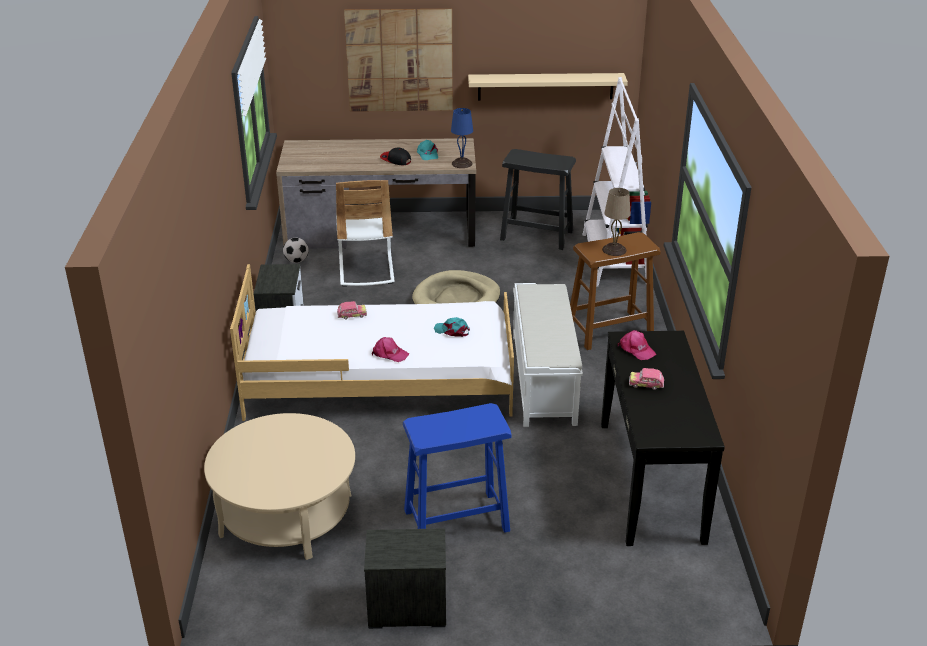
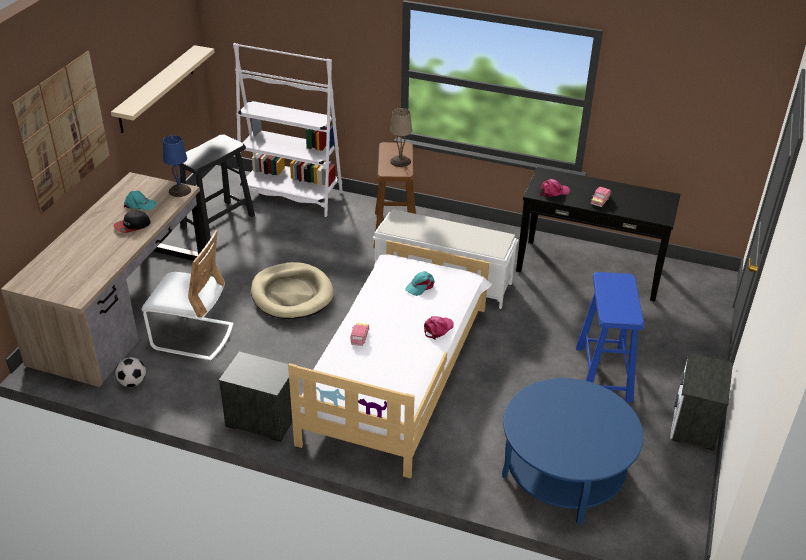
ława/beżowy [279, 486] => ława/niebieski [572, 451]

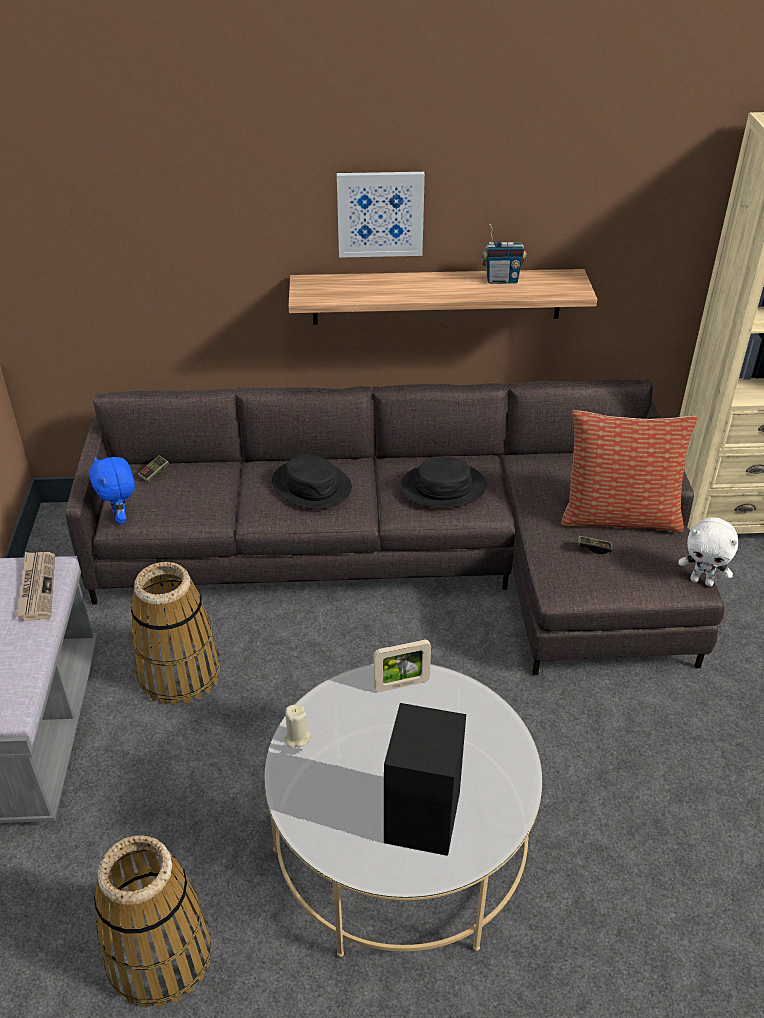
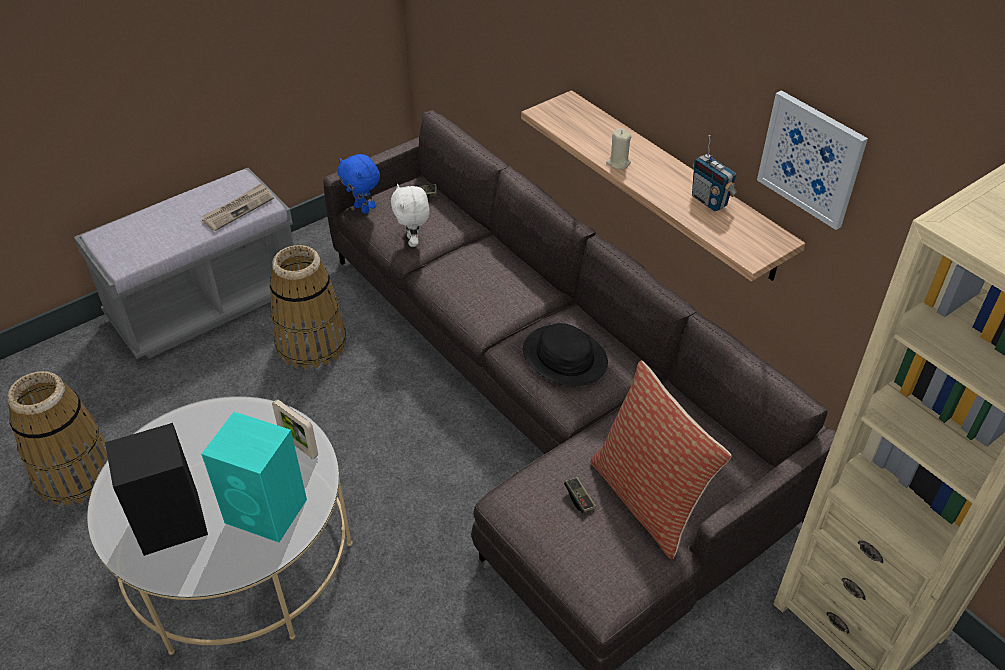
pluszak/niebieski [112, 490] => pluszak/niebieski [358, 184], 75 degrees counterclockwise
kapelusz/czarny [312, 481] => nothing
świeca/beżowy [297, 726] => świeca/beżowy [619, 148], relocated
obraz [381, 215] => obraz [812, 160], relocated
pluszak/biały [708, 551] => pluszak/biały [410, 215], relocated
nothing => głośnik/turkusowy [254, 477]

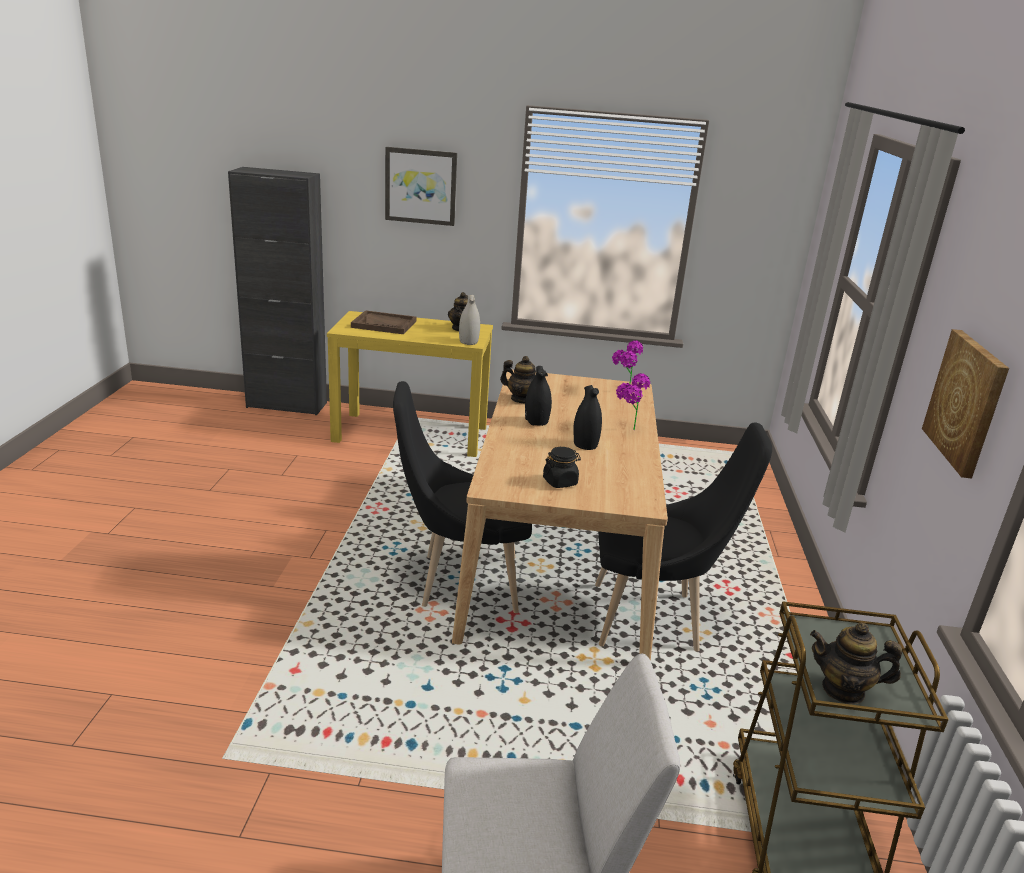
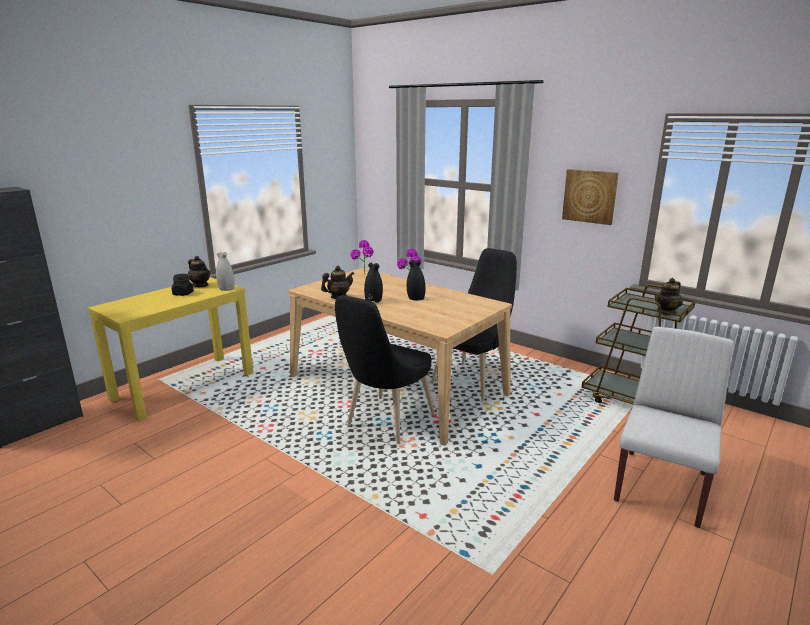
taca/brązowy [383, 322] => nothing
obraz [421, 186] => nothing
słoik/czarny [562, 467] => słoik/czarny [183, 285], relocated

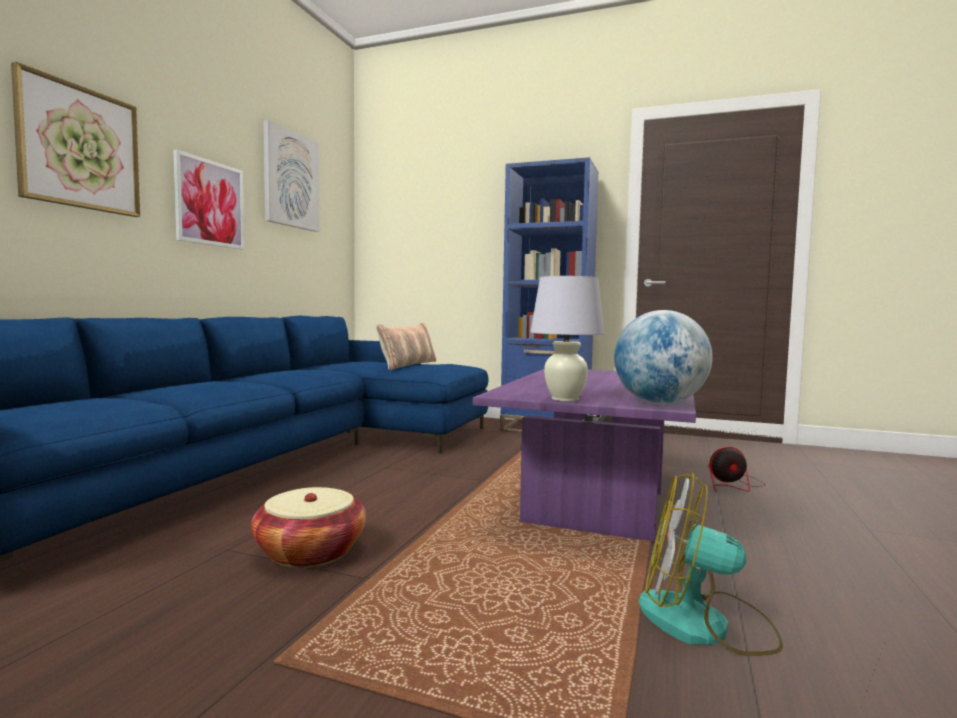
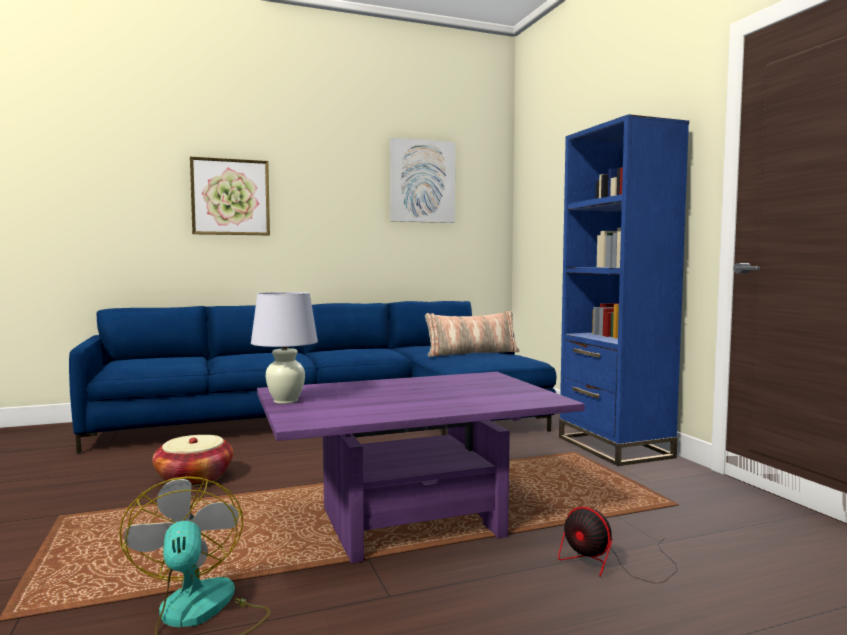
obraz [208, 199] => nothing
globus [663, 357] => nothing

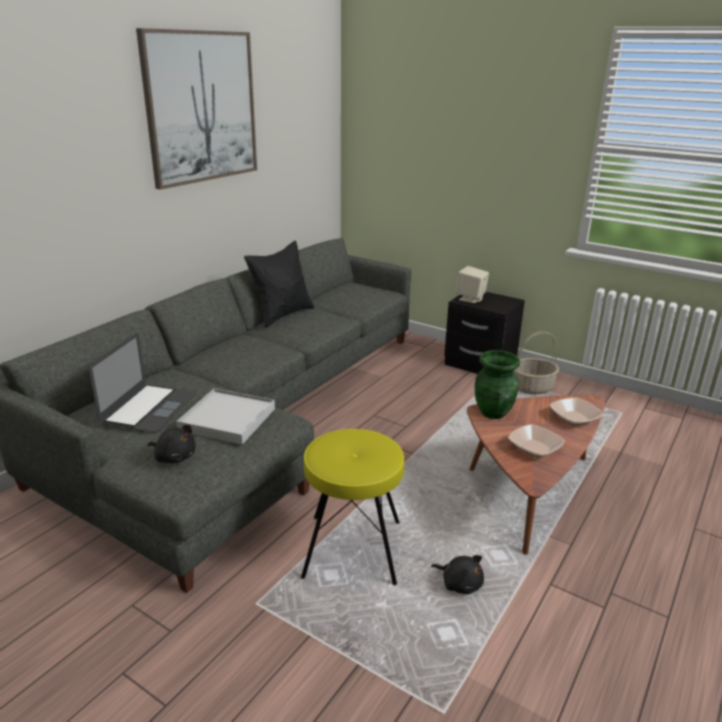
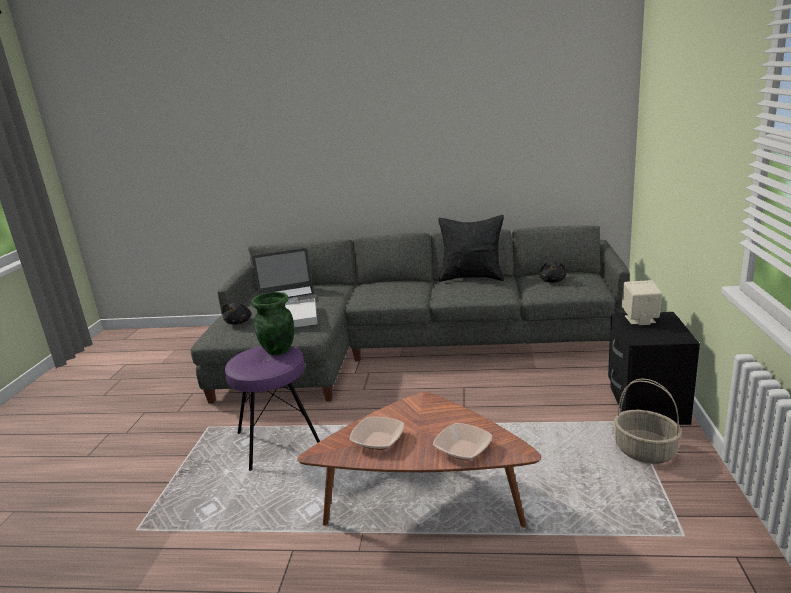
obraz [196, 109] => nothing
stołek/żółty [353, 507] => stołek/fioletowy [272, 408]
pluszak/czarny [457, 574] => pluszak/czarny [553, 272], relocated
wazon/zielony [497, 384] => wazon/zielony [272, 323], relocated

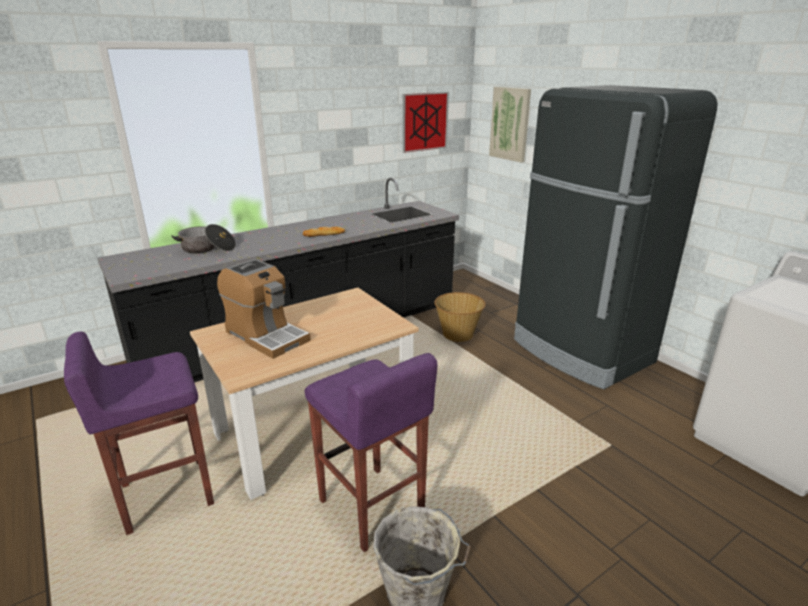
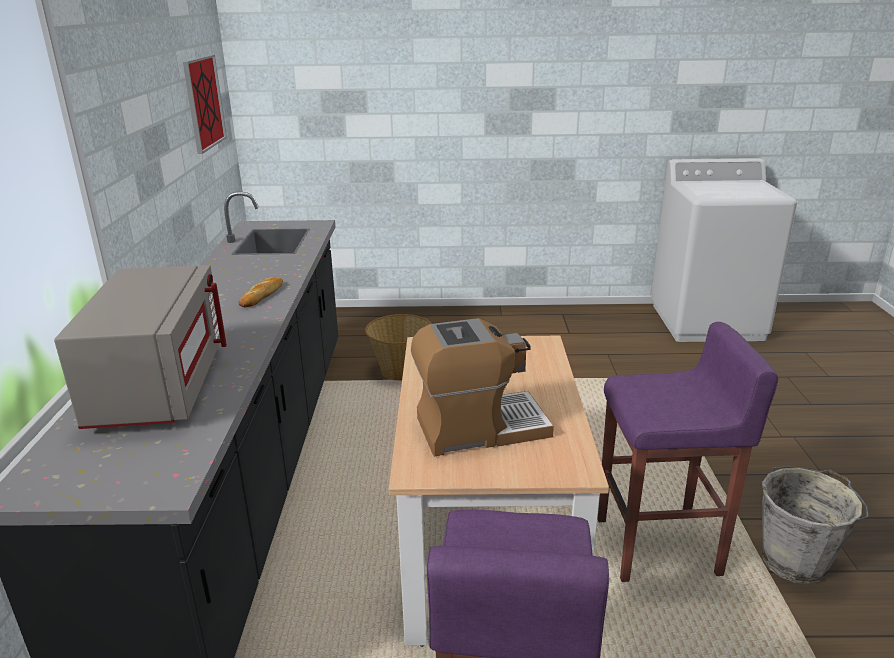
garnek [203, 239] => mikrofalówka/szary [140, 347]
obraz [510, 124] => nothing
lodówka/czarny [616, 237] => nothing

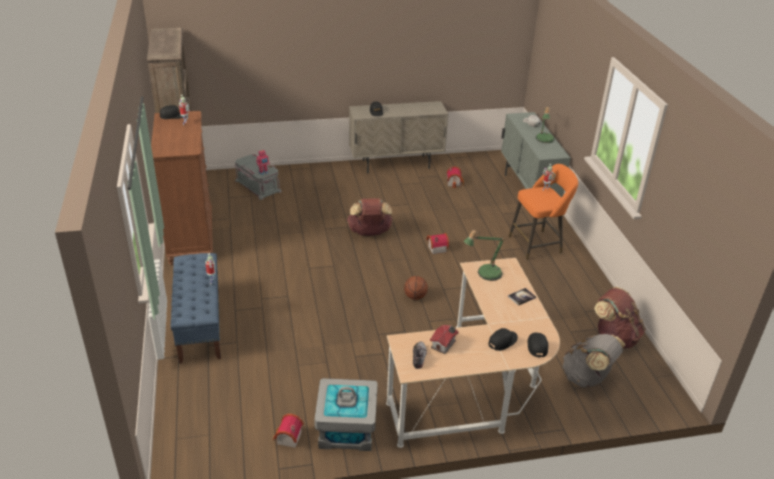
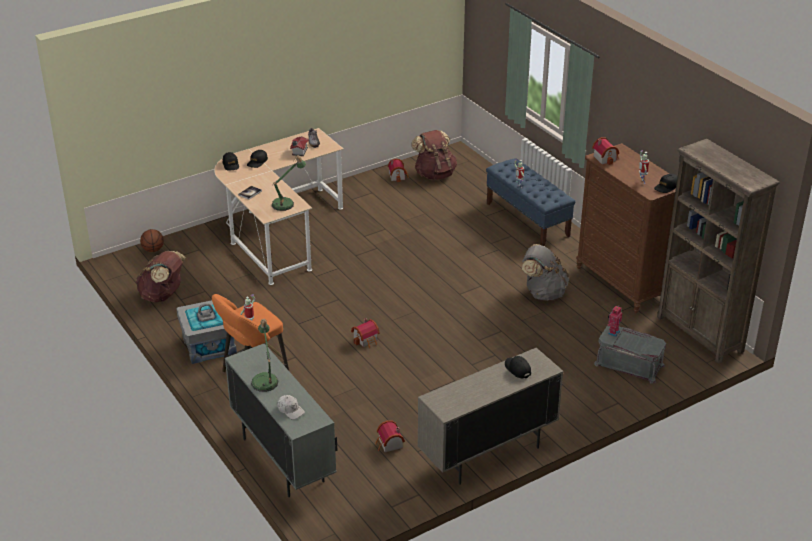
pojemnik do przechowywania/szary [346, 414] => pojemnik do przechowywania/szary [206, 332], relocated
plecak/brązowy [370, 217] => plecak/brązowy [434, 155], relocated
piłka do koszykówki [416, 288] => piłka do koszykówki [152, 240], relocated
plecak/szary [594, 360] => plecak/szary [546, 272], relocated
nothing => domek [605, 151]

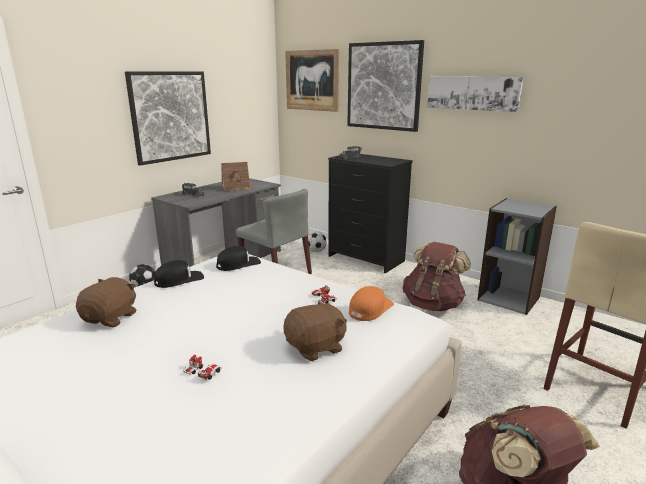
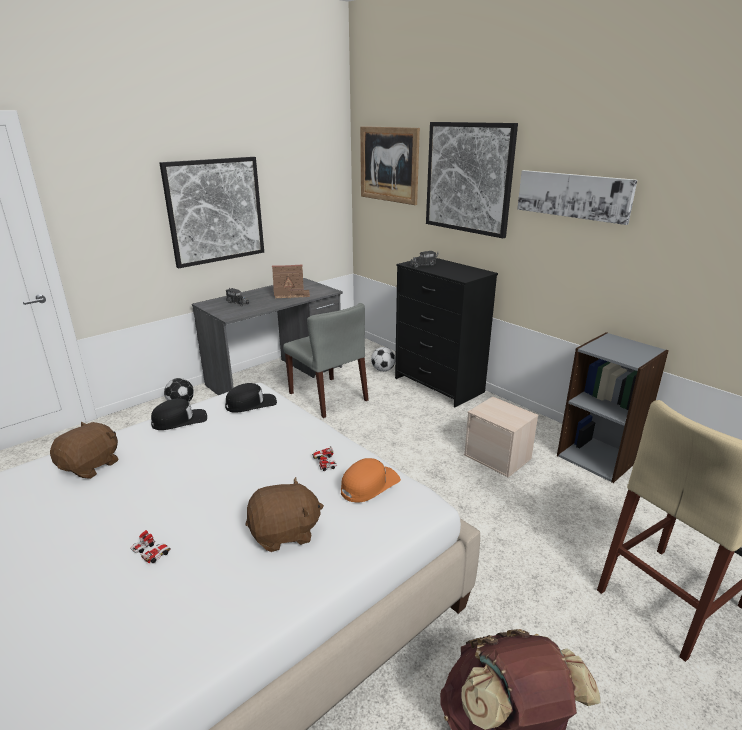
plecak/brązowy [437, 276] => pojemnik do przechowywania/beżowy [501, 436]

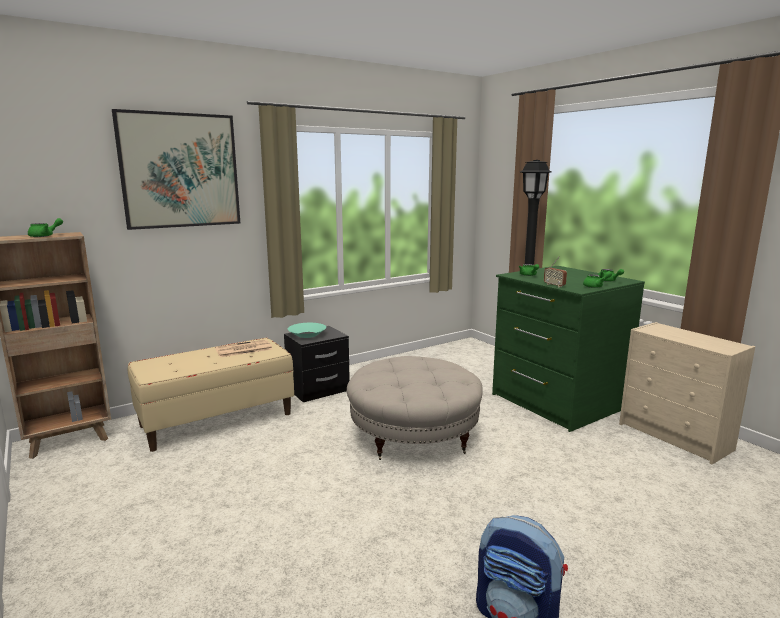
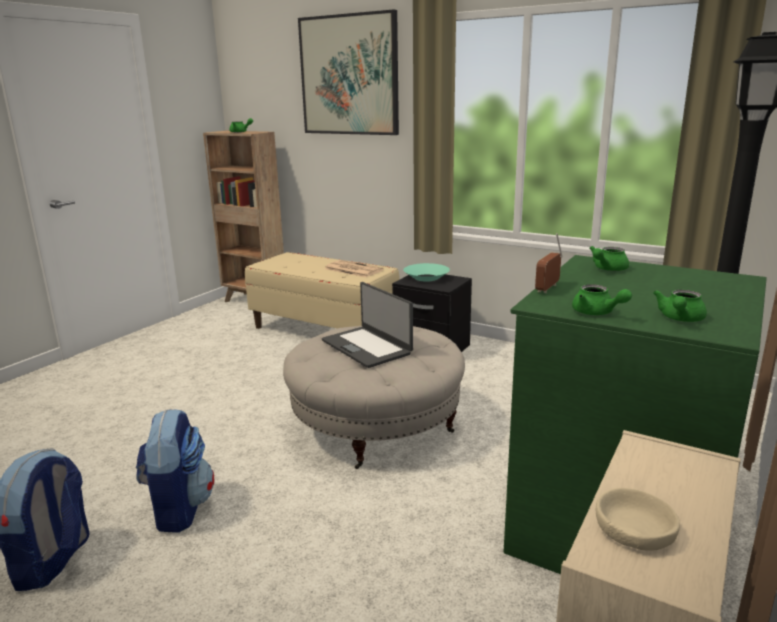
nothing => plecak [175, 471]
nothing => laptop [367, 325]
nothing => miska/beżowy [638, 519]

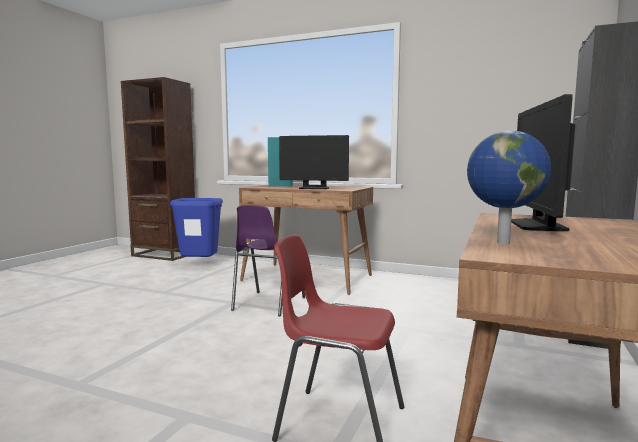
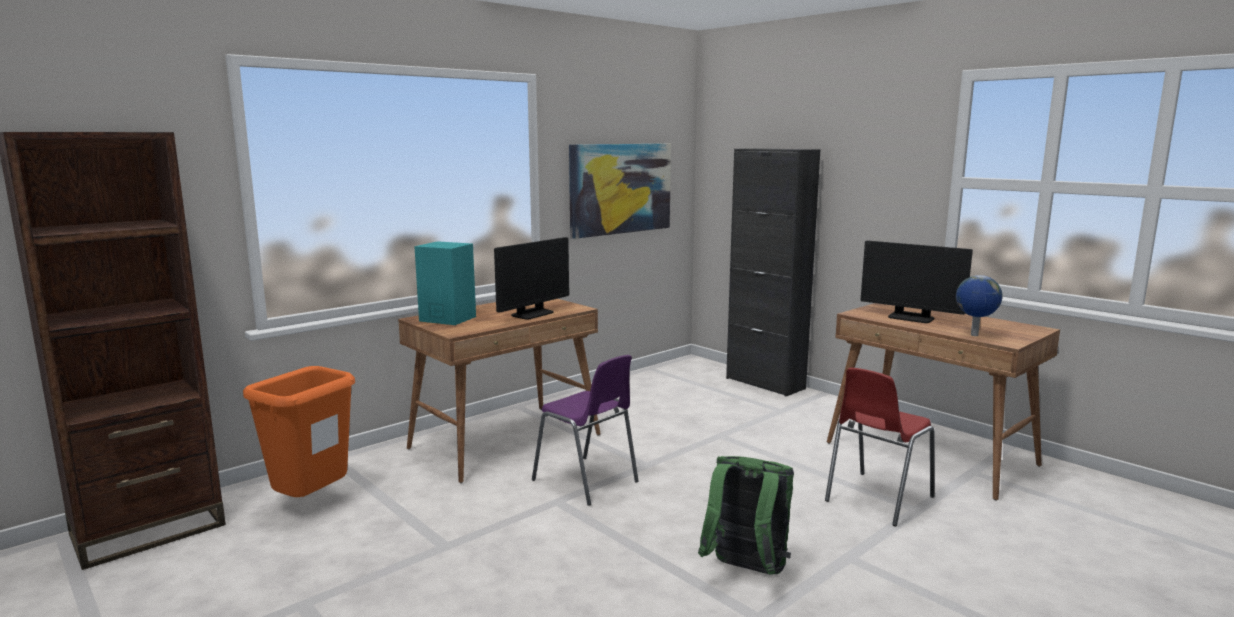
kosz na śmieci/niebieski [196, 227] => kosz na śmieci/pomarańczowy [299, 431]
nothing => obraz [620, 191]
nothing => plecak/zielony [746, 515]

